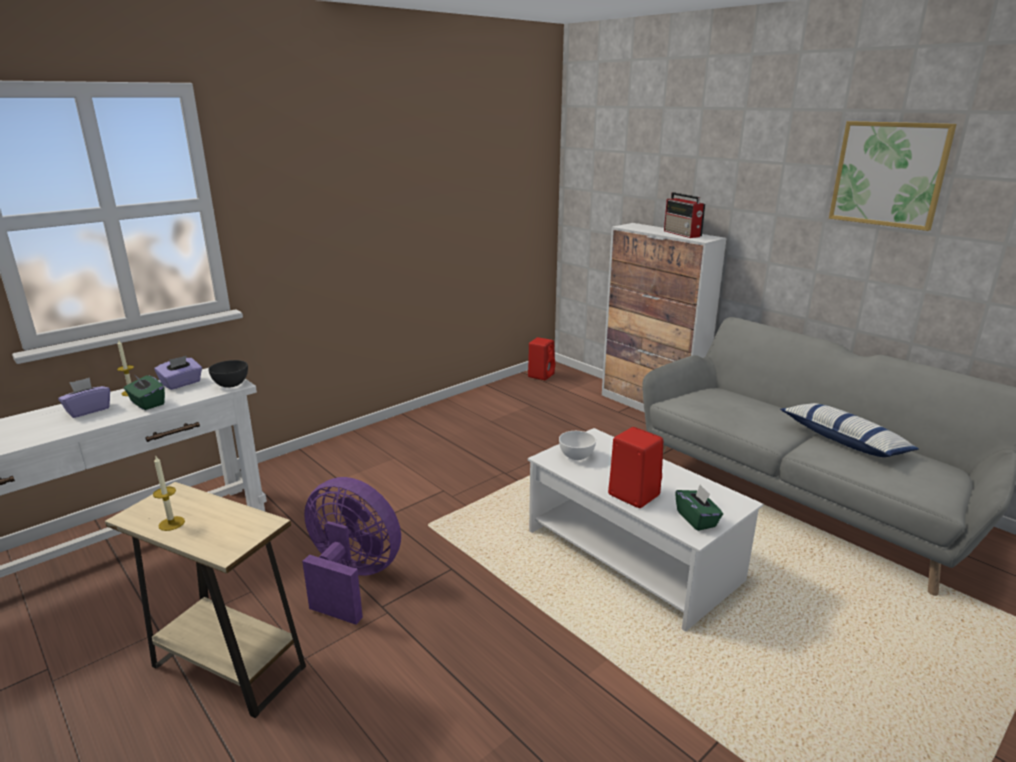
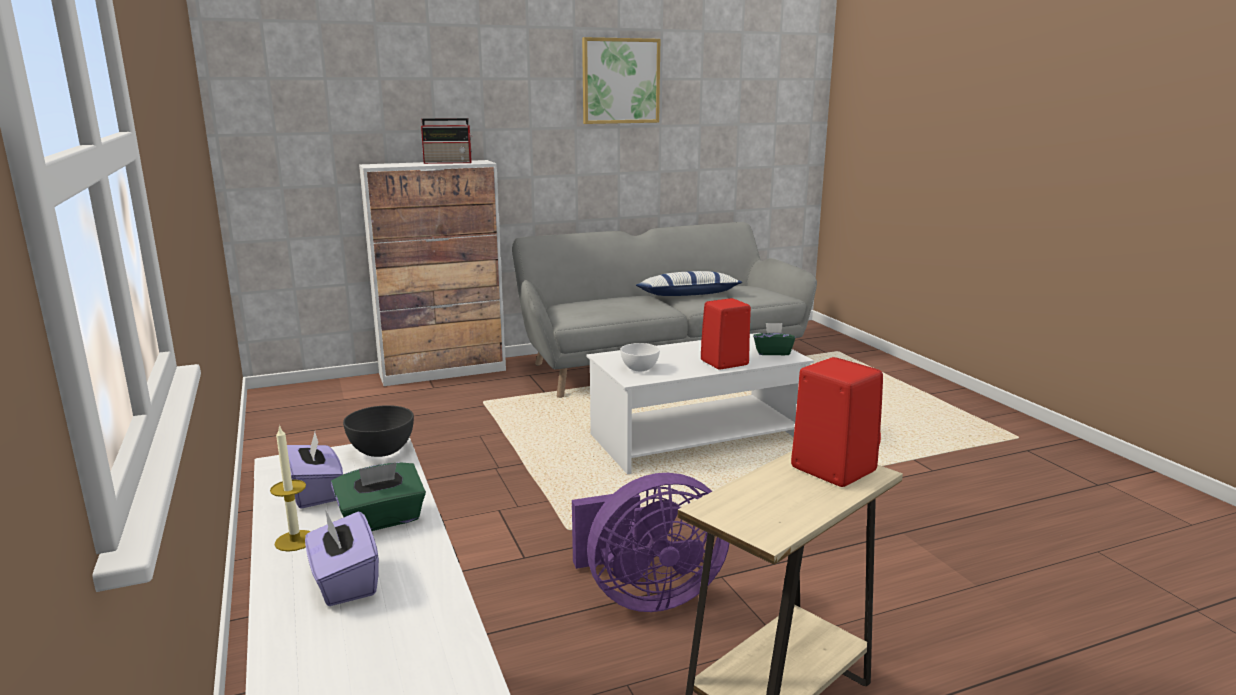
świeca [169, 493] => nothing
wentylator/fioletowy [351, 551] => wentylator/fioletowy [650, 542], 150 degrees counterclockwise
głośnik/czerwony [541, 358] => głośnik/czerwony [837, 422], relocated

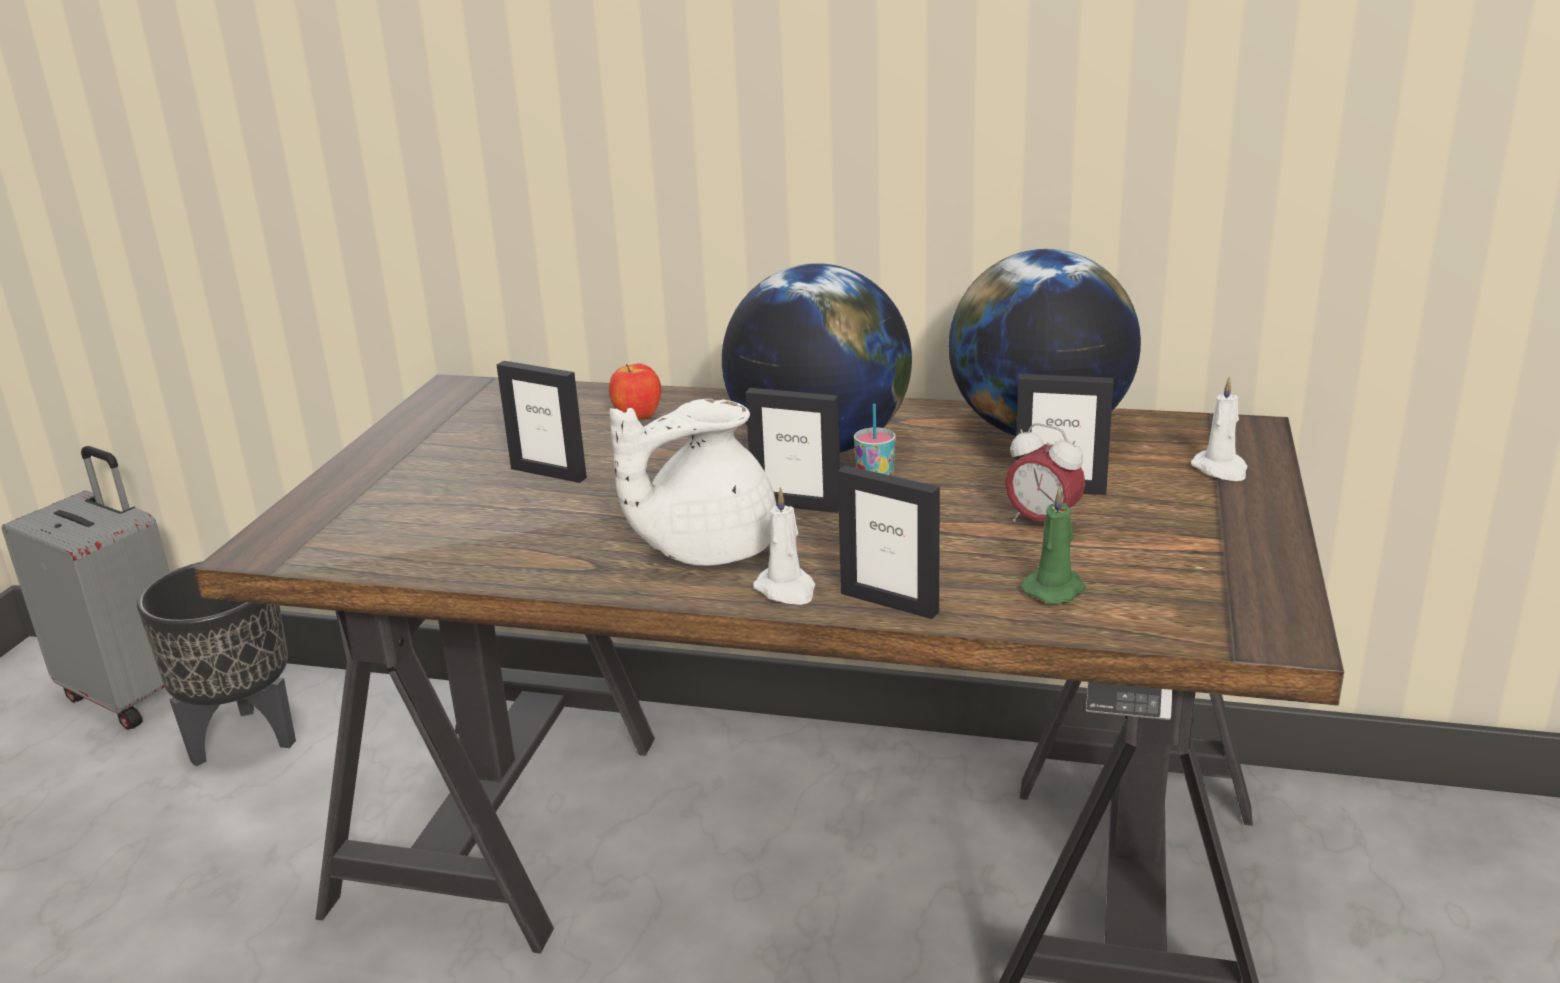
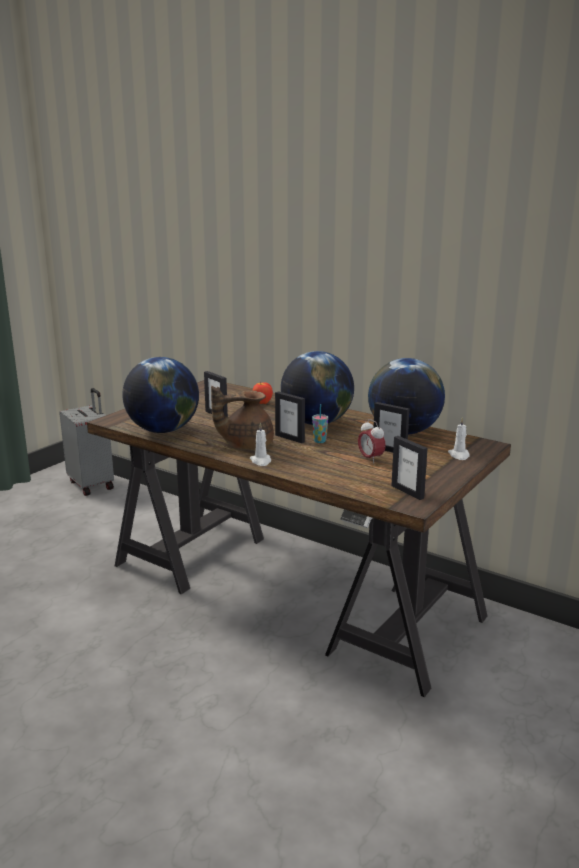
donica/czarny [216, 663] => nothing
imbryk/biały [692, 482] => imbryk/brązowy [242, 418]
ramka na zdjęcie [889, 542] => ramka na zdjęcie [409, 468], relocated
świeca/zielony [1053, 545] => nothing
nothing => globus [160, 395]

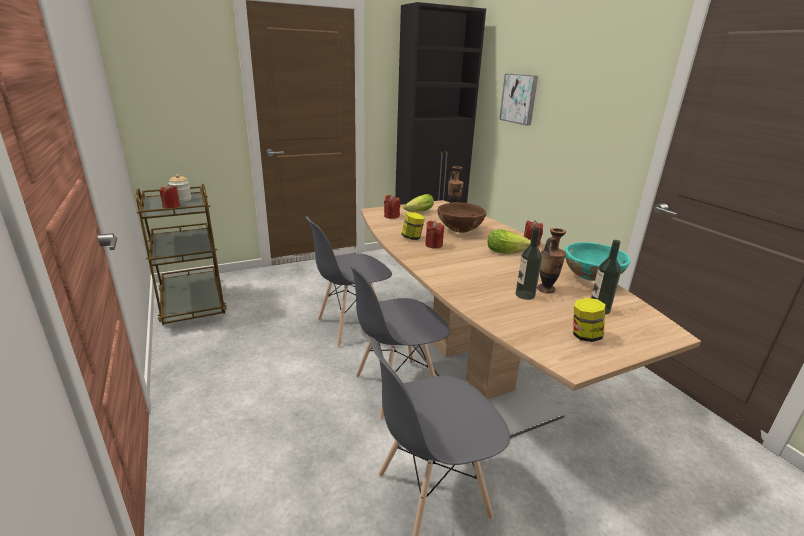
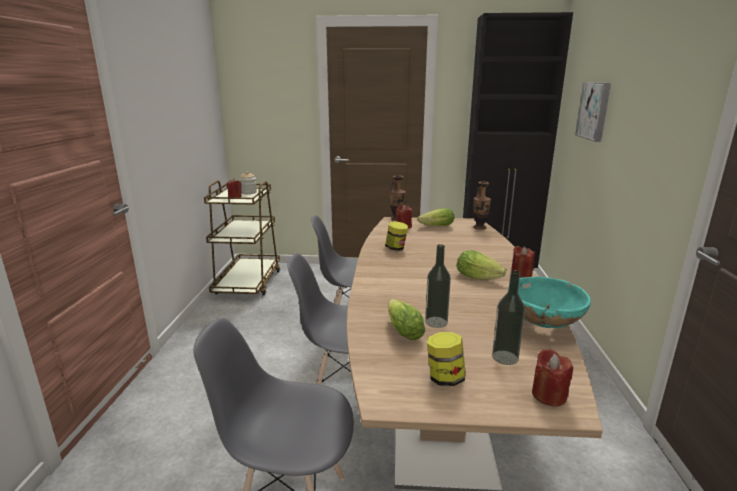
świeca/czerwony [434, 235] => świeca/czerwony [552, 378], relocated
miska/brązowy [462, 217] => nothing
wazon [551, 260] => wazon [398, 198], relocated
nothing => sałata [406, 319]

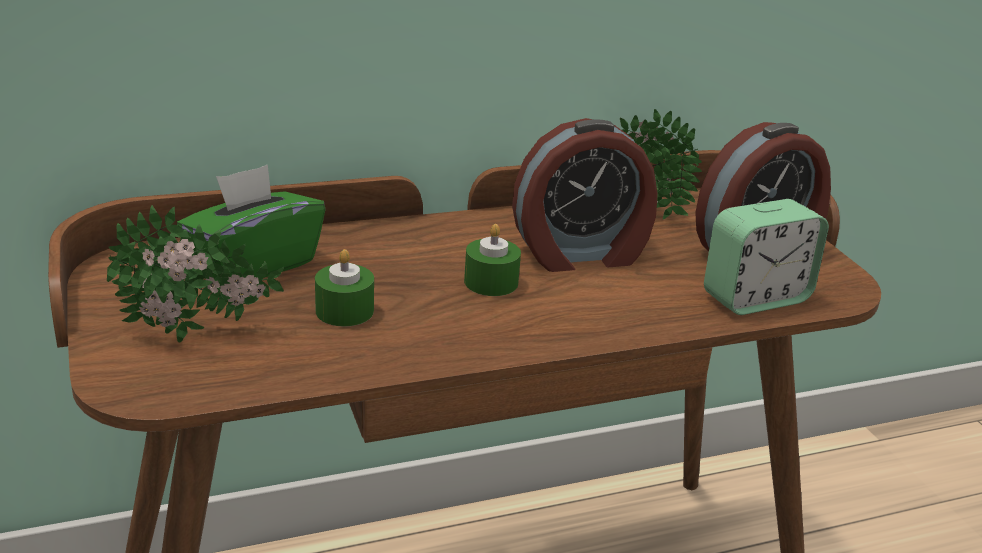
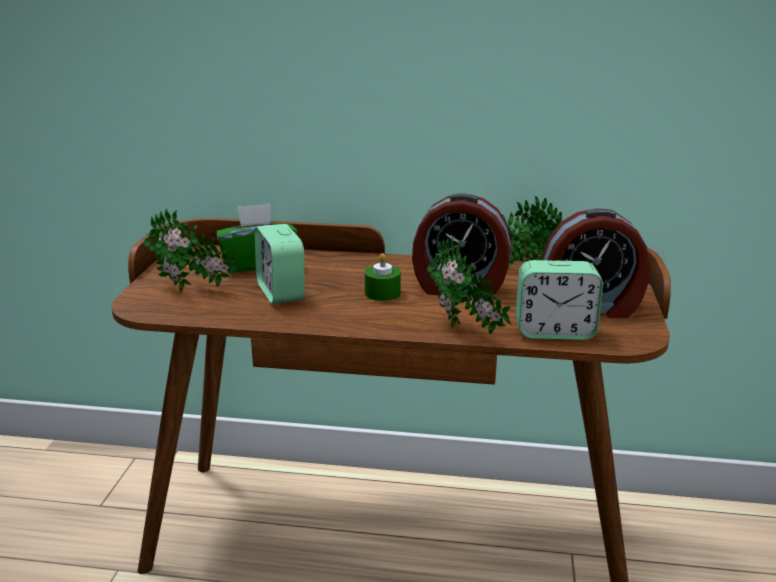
świeca/zielony [344, 288] => budzik [279, 264]
nothing => roślina doniczkowa [468, 285]

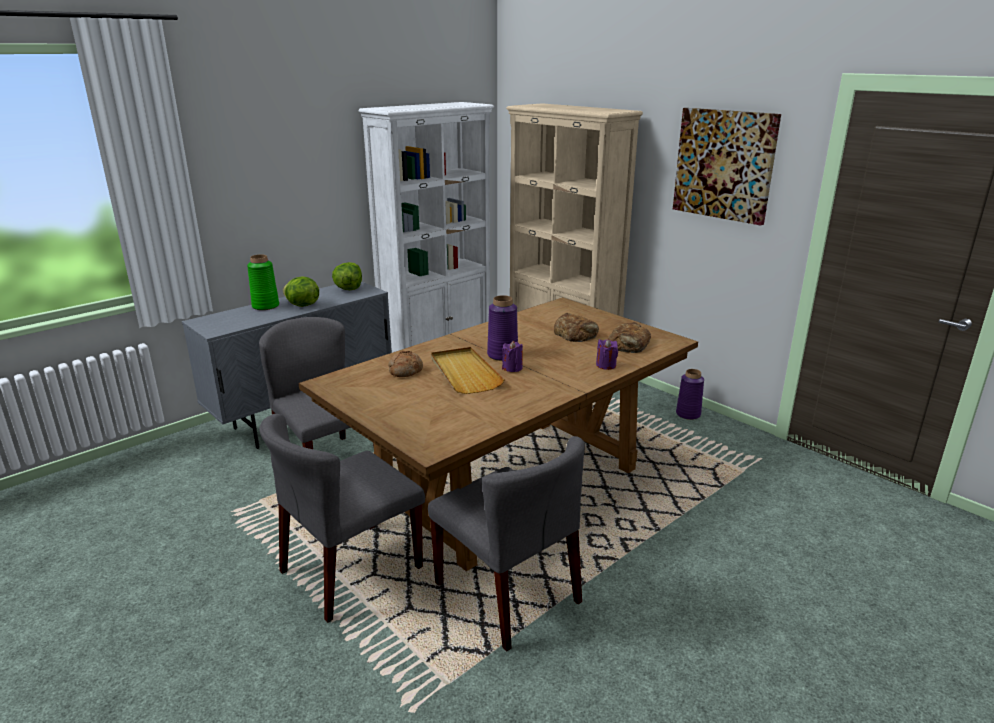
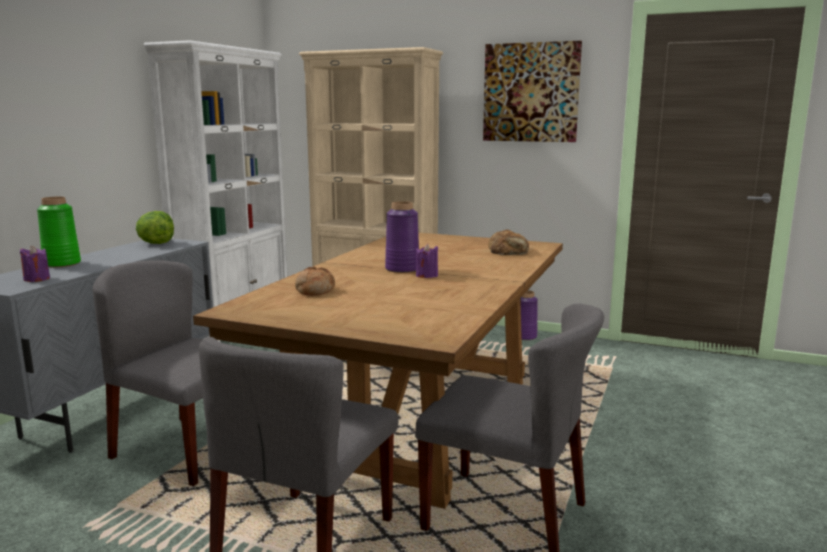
sałata [301, 292] => nothing
taca/beżowy [468, 370] => nothing
chleb [576, 327] => nothing
świeca/fioletowy [607, 354] => świeca/fioletowy [35, 264], relocated

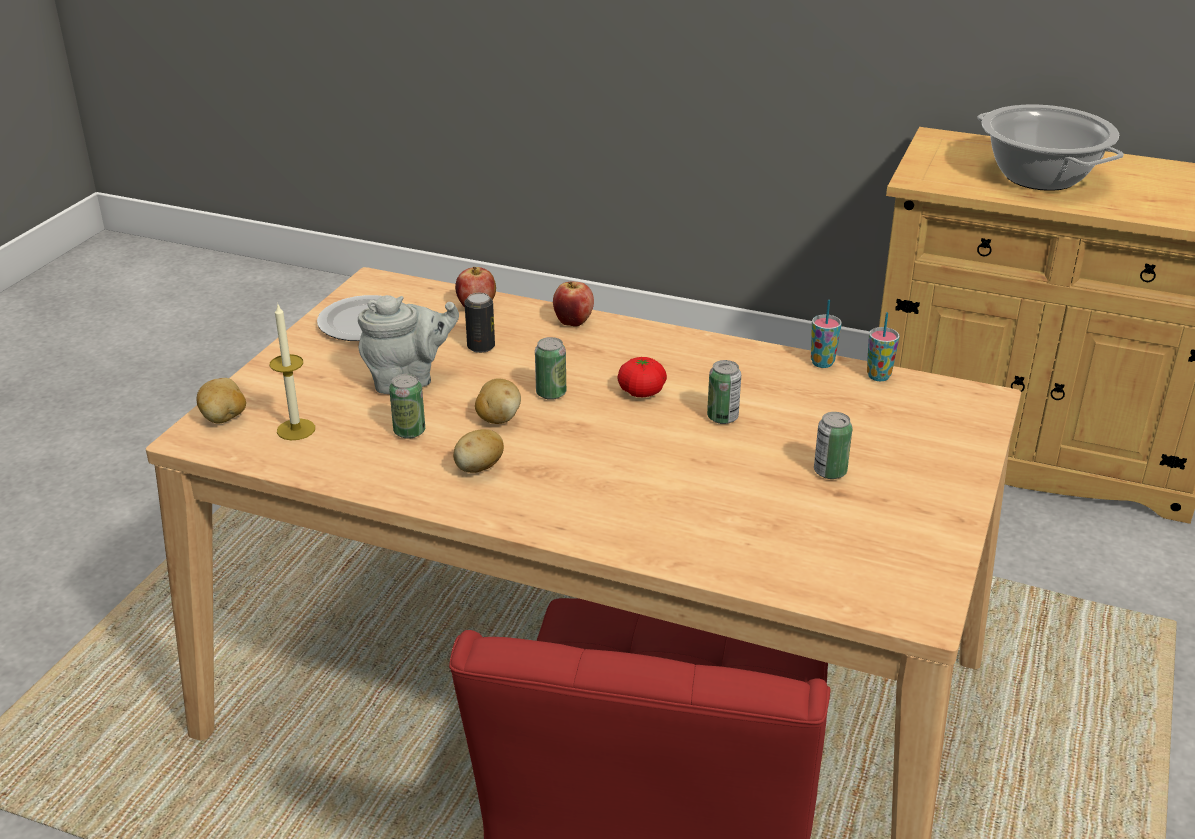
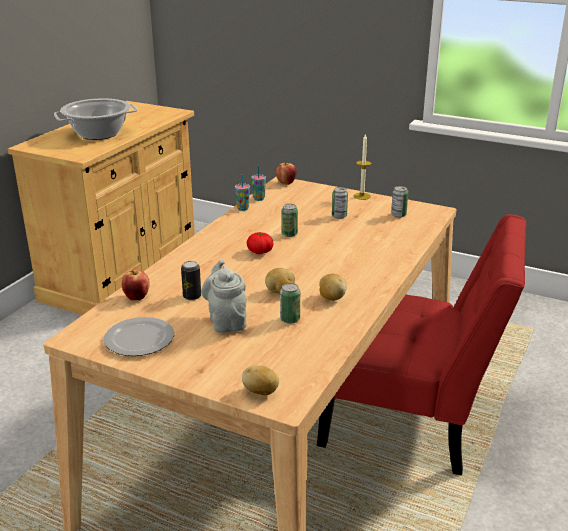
świeca [292, 372] => świeca [362, 166], relocated
puszka [550, 368] => puszka [399, 202], relocated
jabłko [573, 304] => jabłko [286, 174], relocated

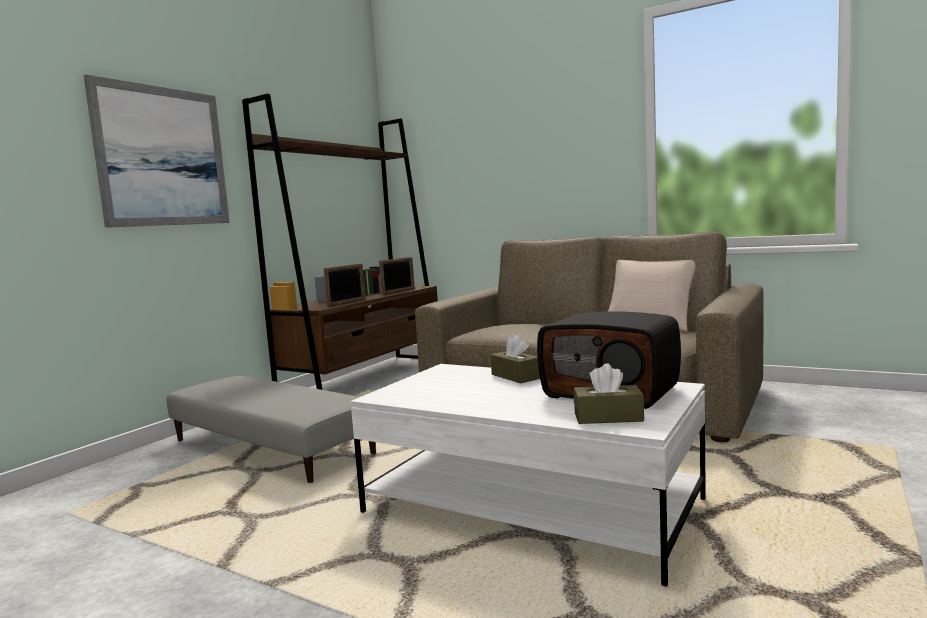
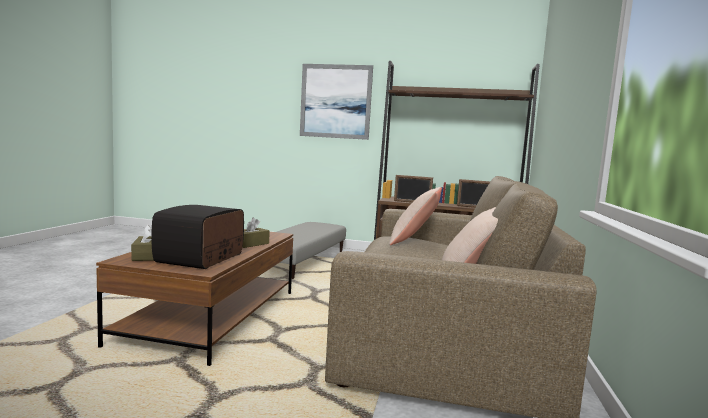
ława/biały [528, 475] => ława/brązowy [194, 297]
nothing => poduszka/beżowy [415, 216]

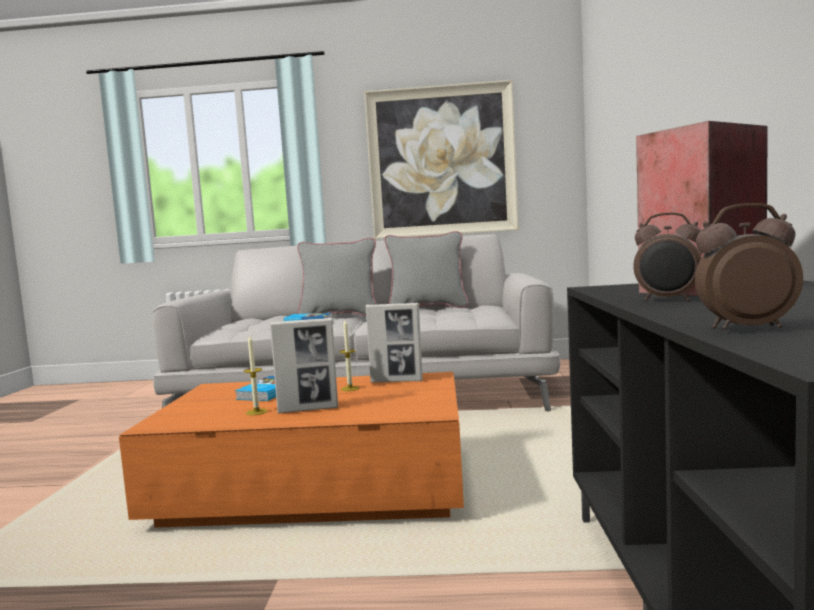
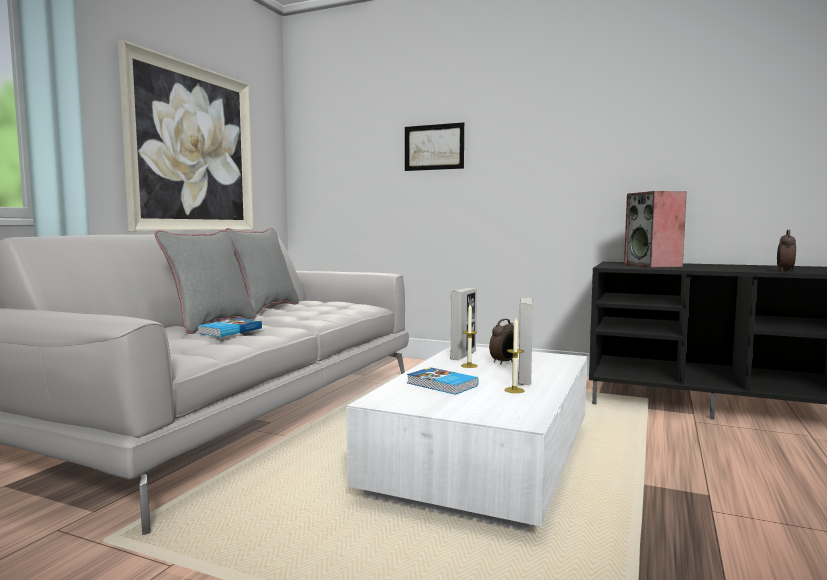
ława/pomarańczowy [291, 450] => ława/biały [466, 438]
budzik [667, 256] => budzik [501, 342], relocated
nothing => obraz [434, 146]

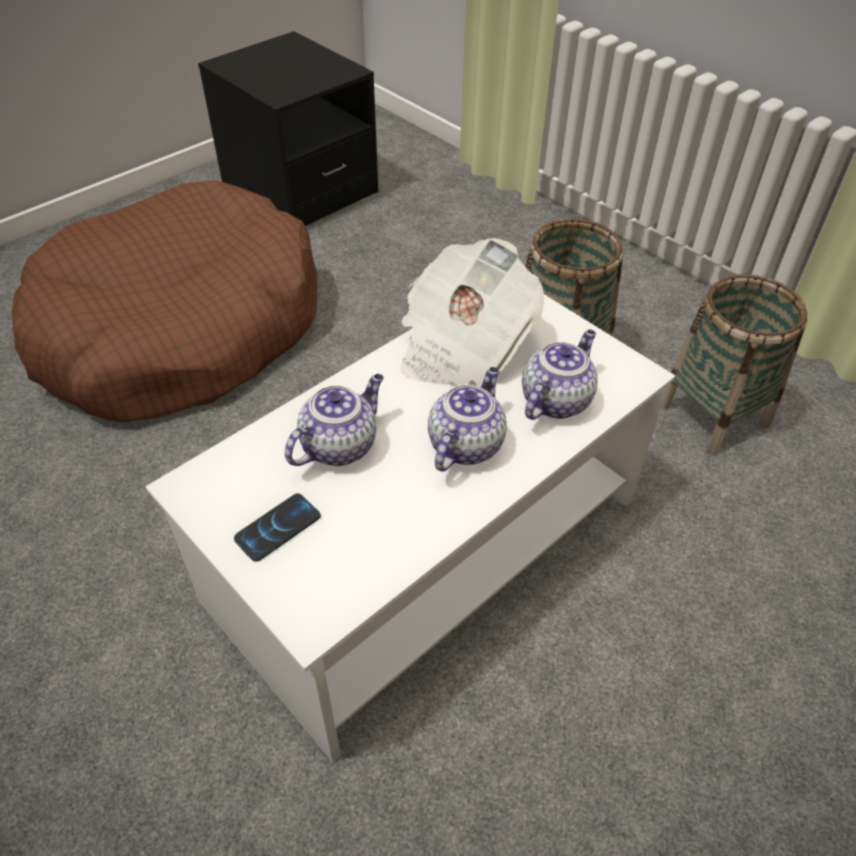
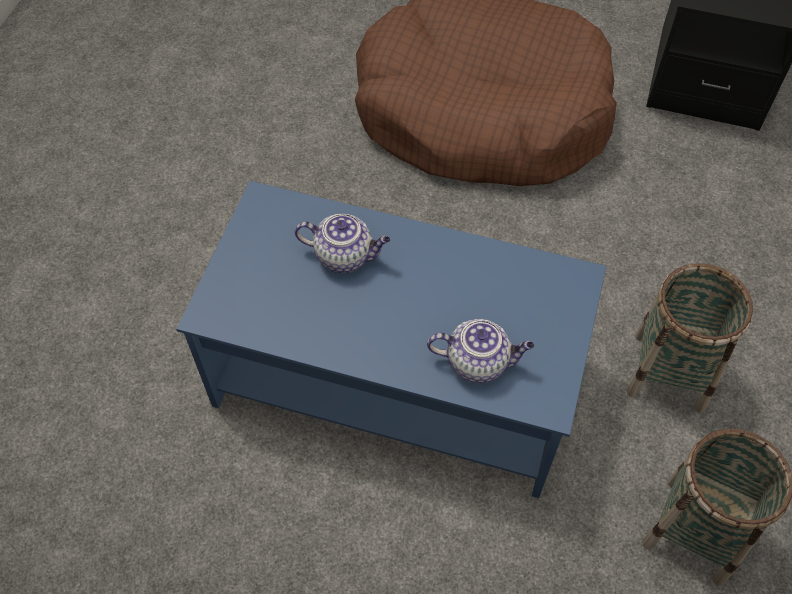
ława/biały [410, 528] => ława/niebieski [391, 339]
telefon [277, 527] => nothing
gazeta [472, 312] => nothing
imbryk [467, 419] => nothing

